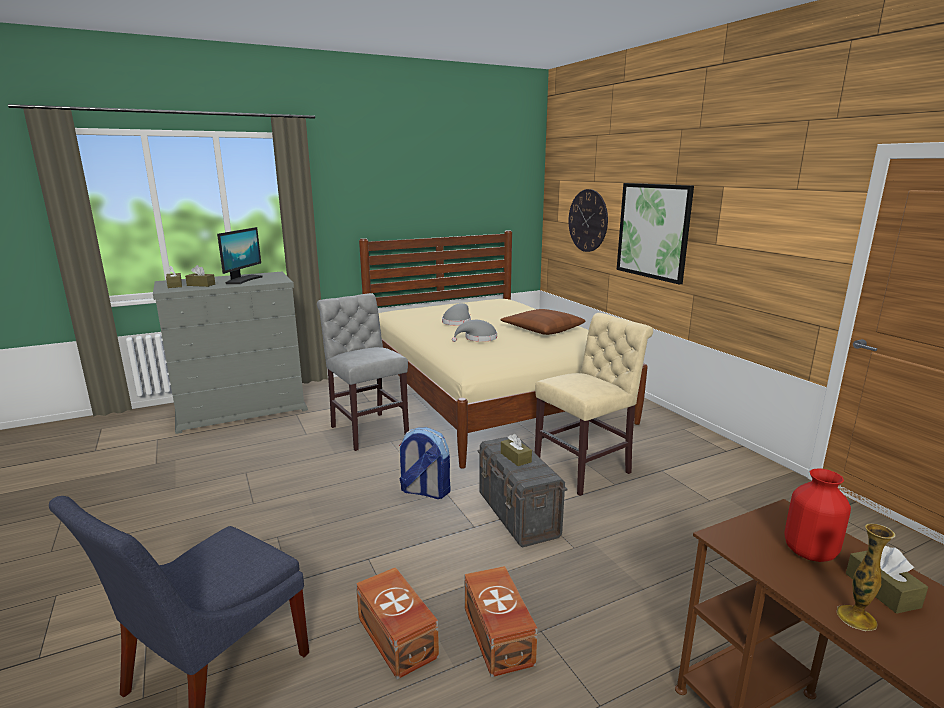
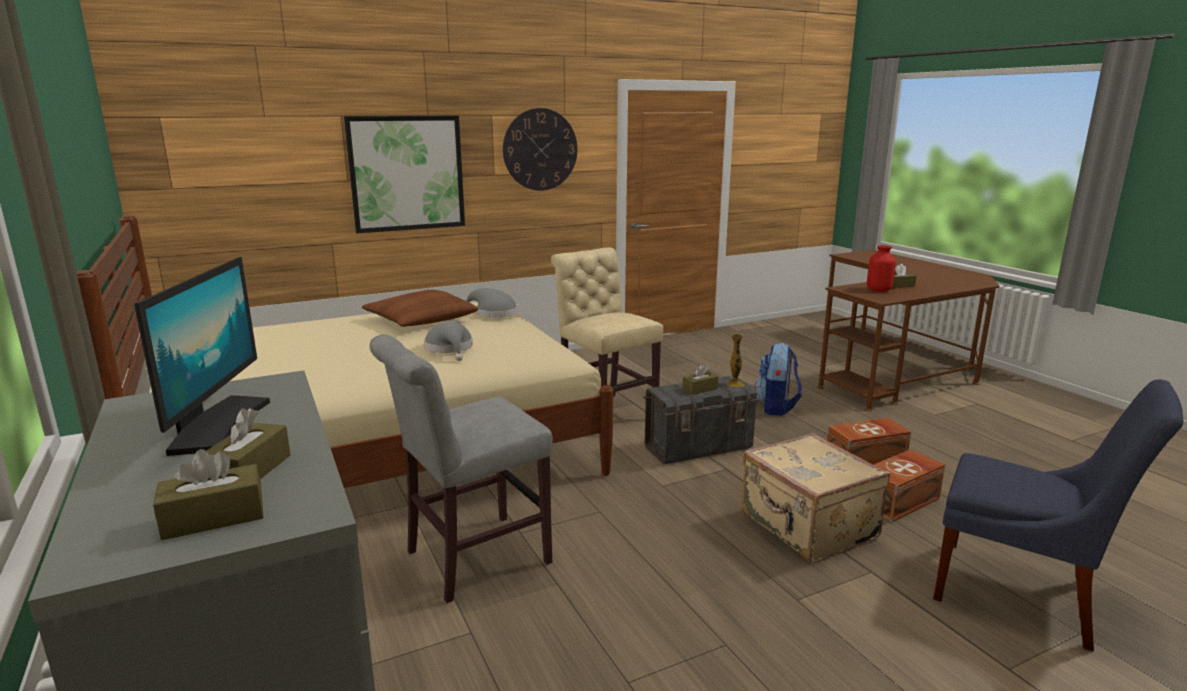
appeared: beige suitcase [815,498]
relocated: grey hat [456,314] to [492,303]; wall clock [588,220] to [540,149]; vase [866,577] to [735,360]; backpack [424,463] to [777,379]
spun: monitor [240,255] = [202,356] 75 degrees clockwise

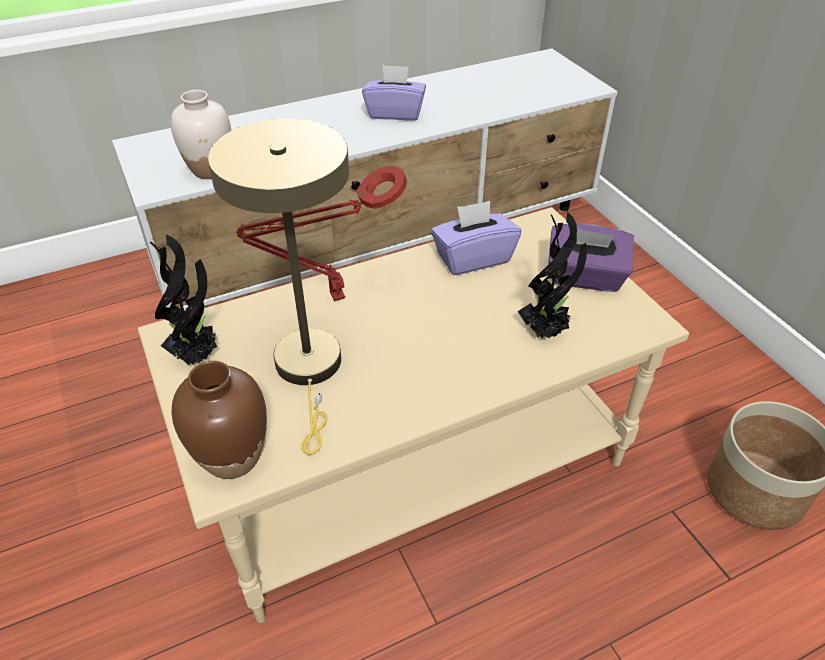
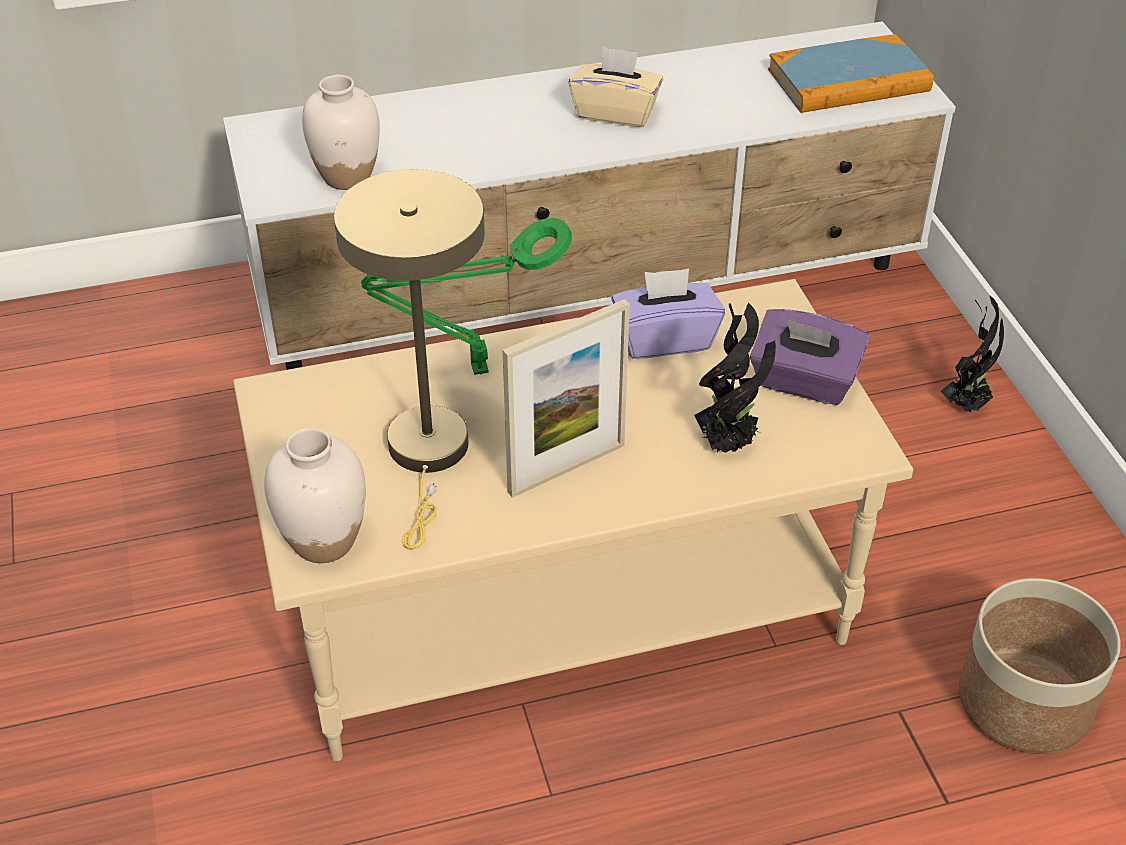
appeared: picture frame [566,398]; book [851,73]
relocated: potted plant [185,300] to [972,353]
colour: brown vase [219,420] to white vase [315,495]; red table lamp [321,233] to green table lamp [466,296]; purple tissue box [394,93] to beige tissue box [616,86]

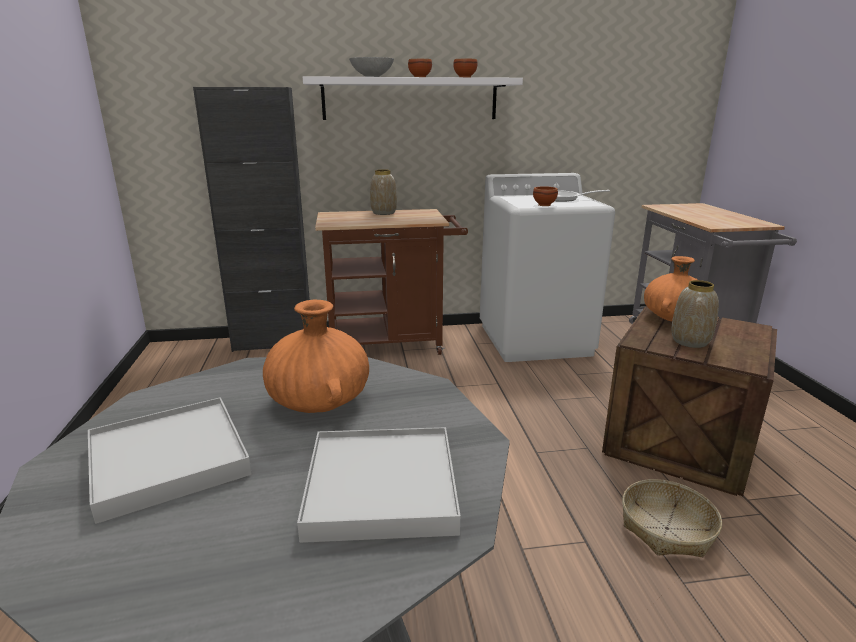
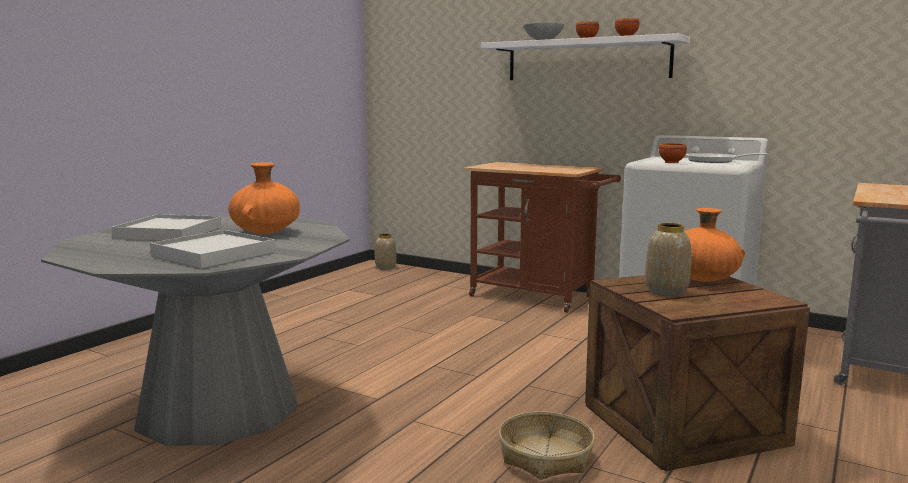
missing: black cabinet [251,219]
relocated: vase [383,192] to [385,252]

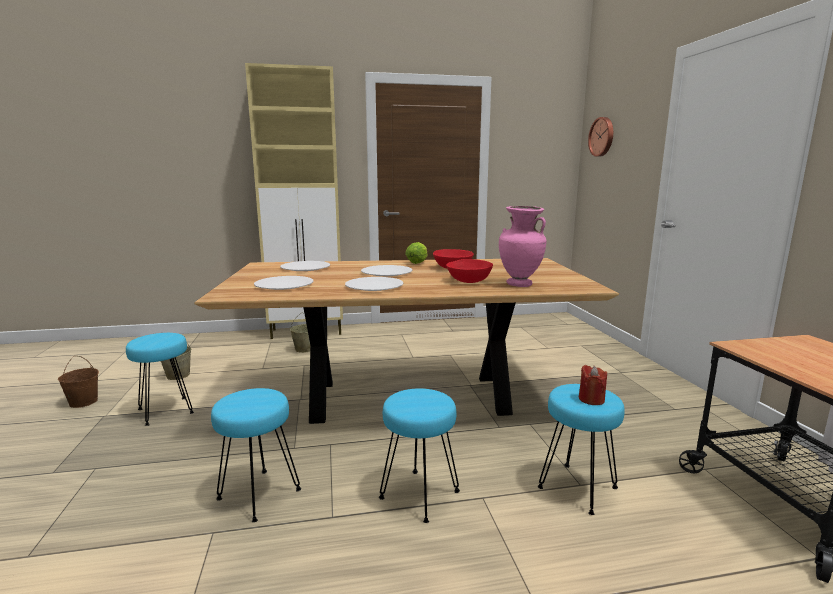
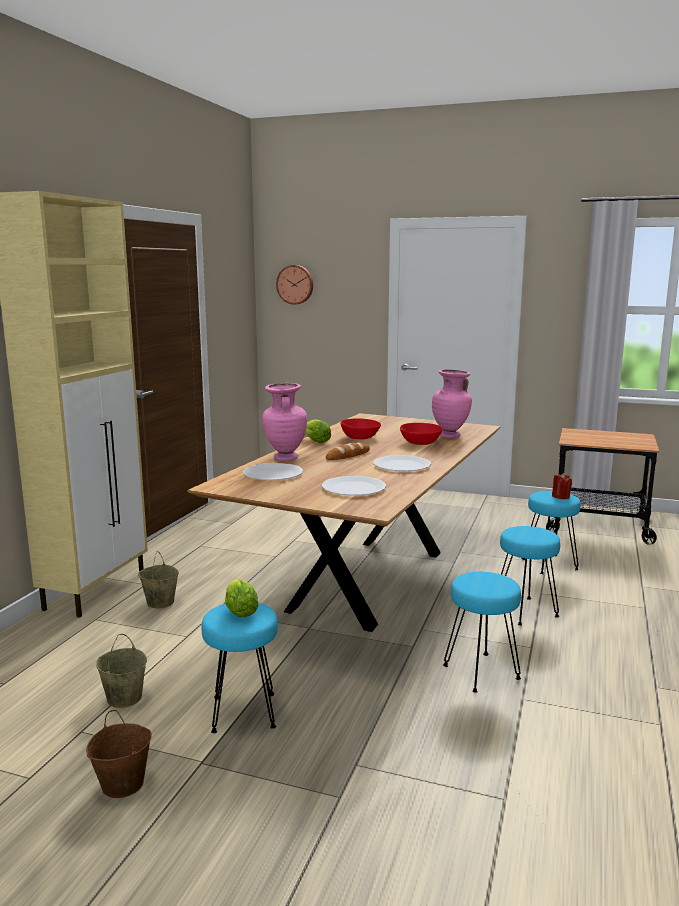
appeared: lettuce [242,597]; pink vase [284,422]
exchanged: white plate [386,270] to bread [348,451]

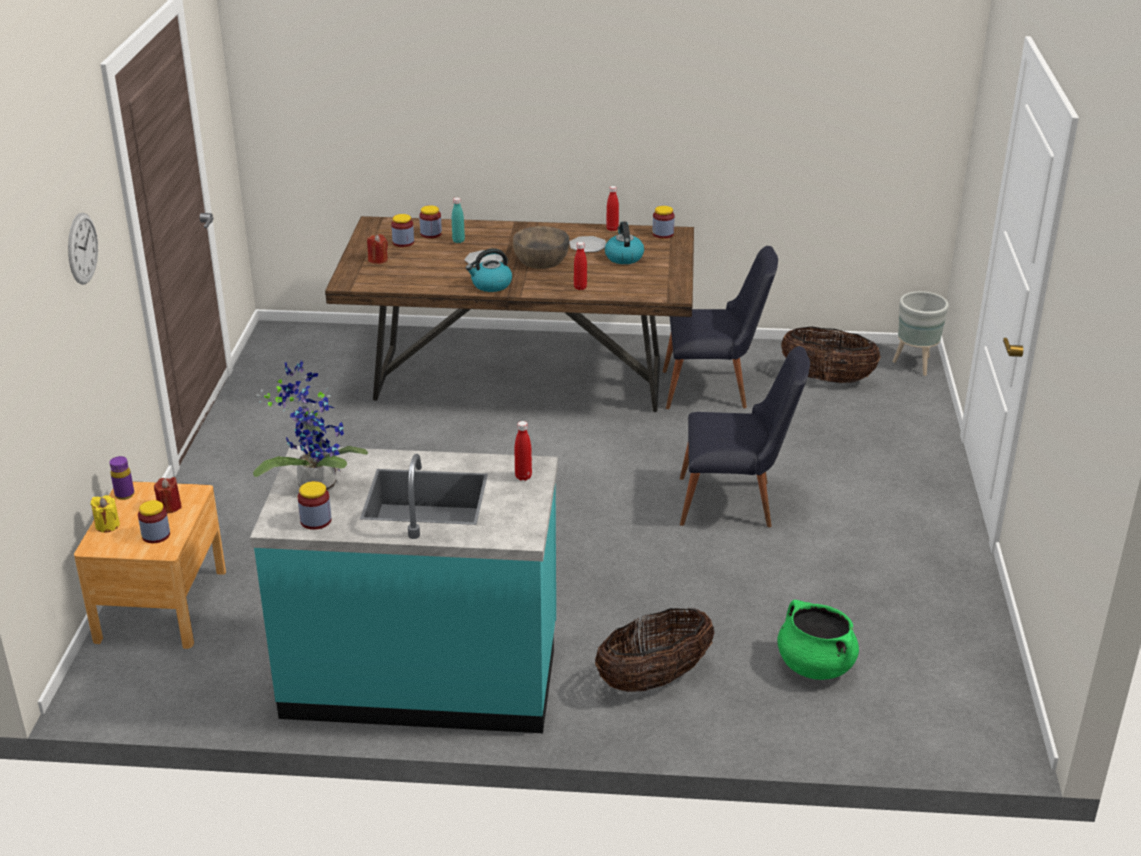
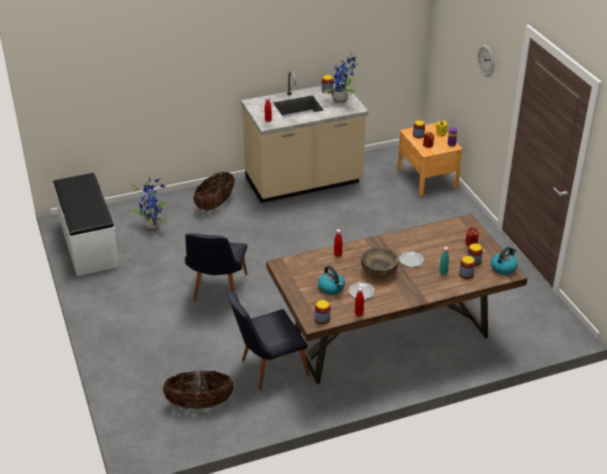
missing: grey planter [920,333]
appeared: white bench [86,224]
relocated: kettle [489,270] to [504,261]
exchanged: green cooking pot [818,640] to potted plant [147,204]
colour: turquoise counter [404,589] to beige counter [304,137]
spun: black chair [745,436] = [216,267] 60 degrees counterclockwise

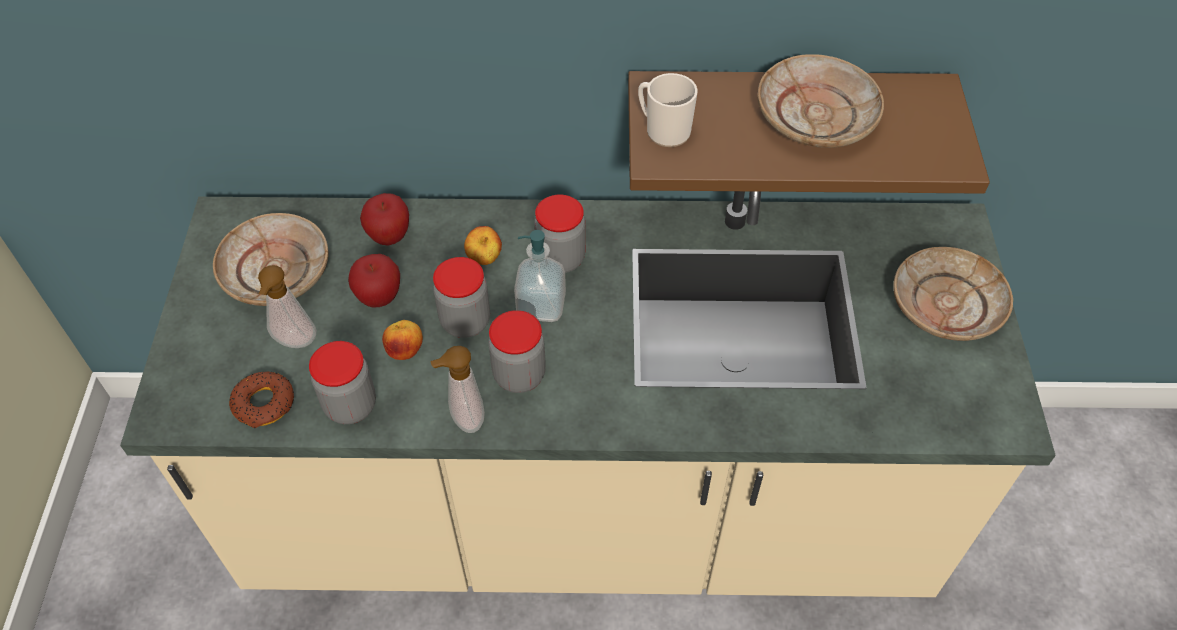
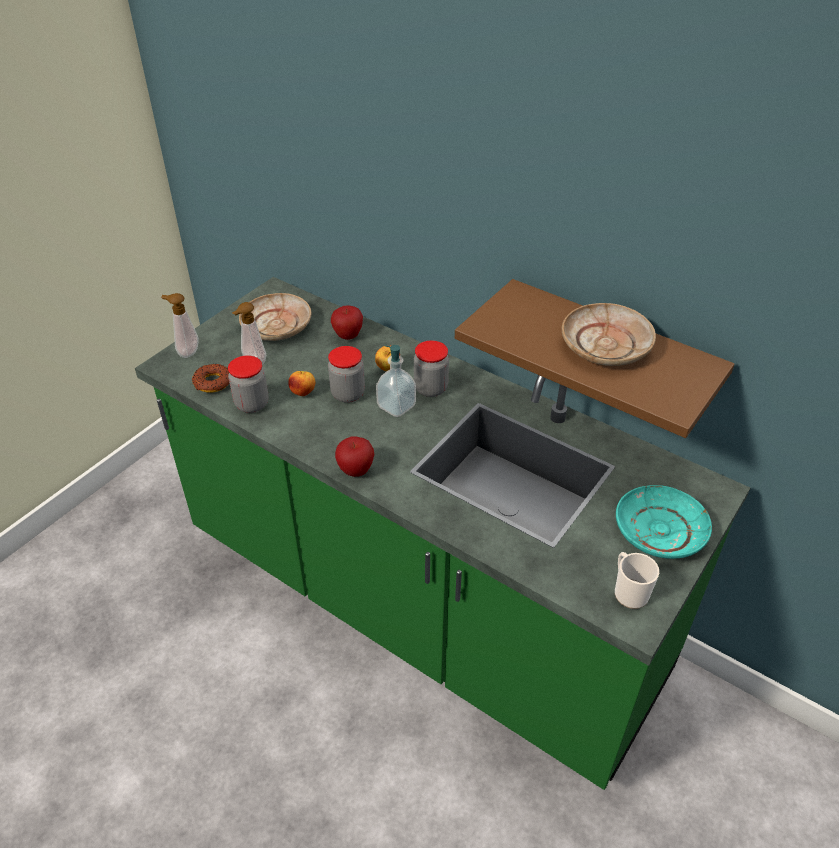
missing: jar [517,351]
relocated: soap dispenser [457,389] to [180,325]; apple [374,281] to [354,457]; mug [667,110] to [637,580]
colour: beige counter [588,394] to green counter [442,533]; beige plate [953,294] to turquoise plate [664,522]

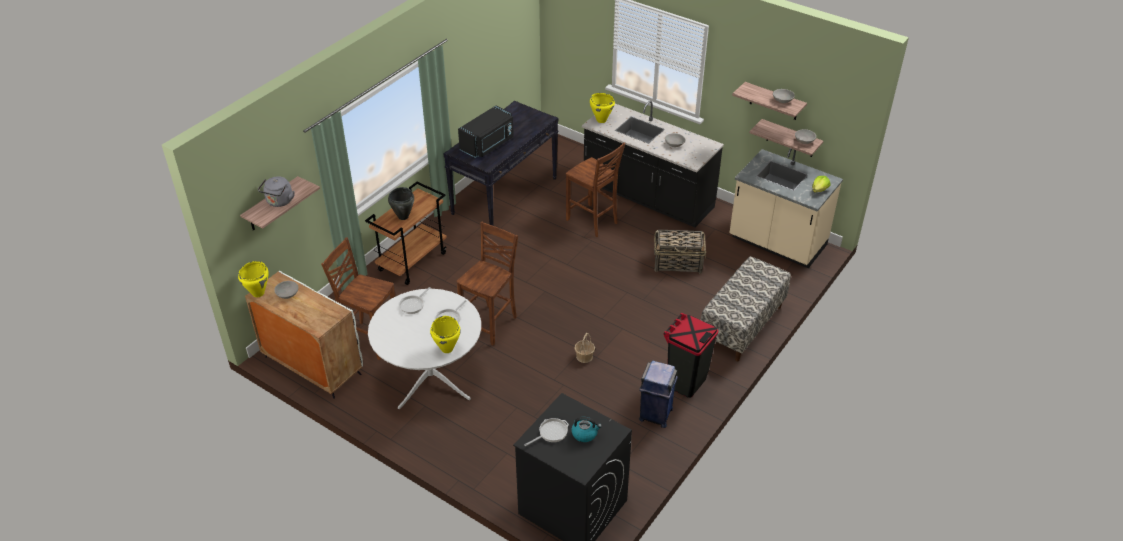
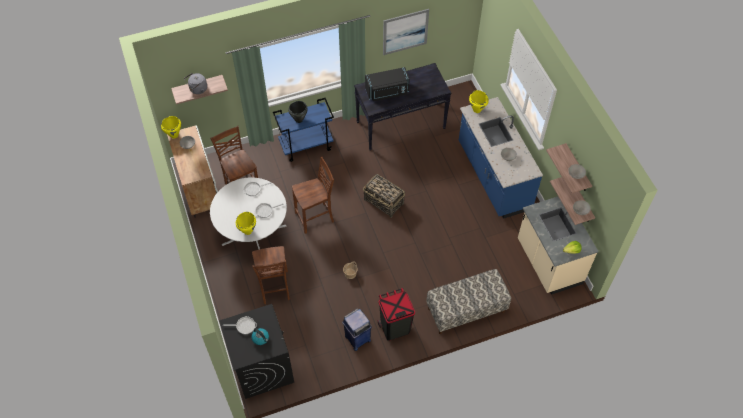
appeared: picture [406,32]
relocated: brown chair [595,189] to [271,275]; basket [680,252] to [384,196]
colour: brown cart [406,233] to blue cart [303,130]; black counter [653,164] to blue counter [501,158]

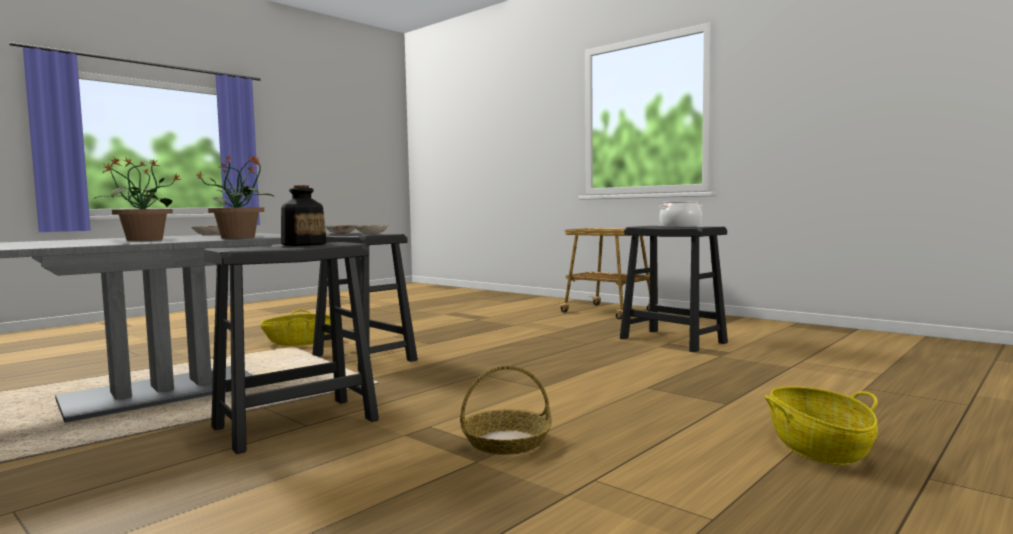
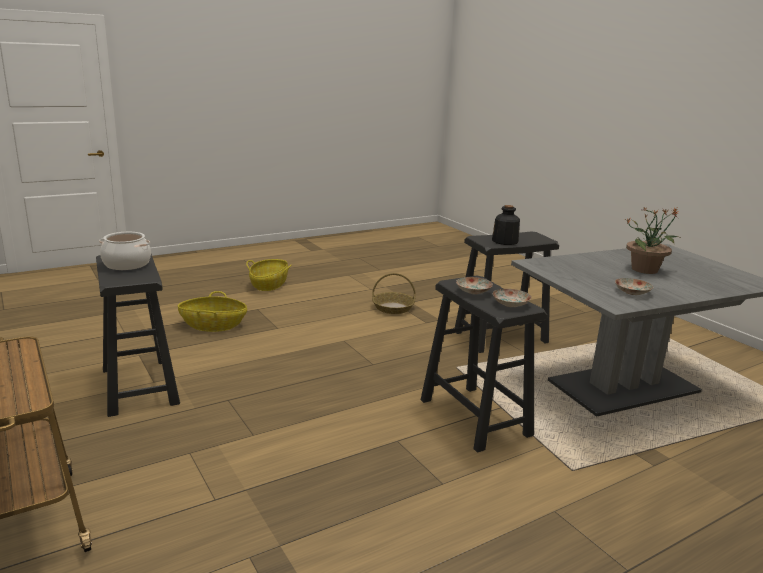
missing: potted plant [236,197]
relocated: basket [296,328] to [212,311]

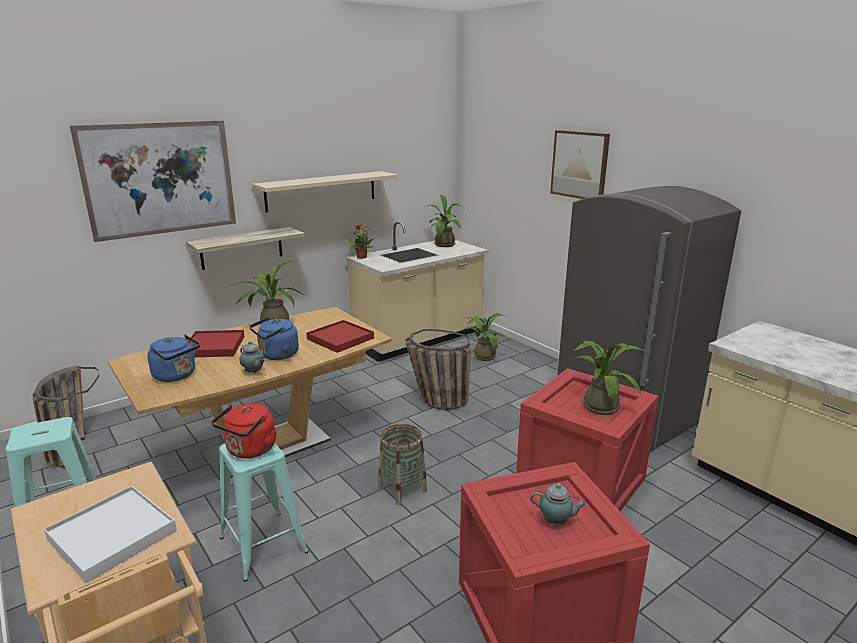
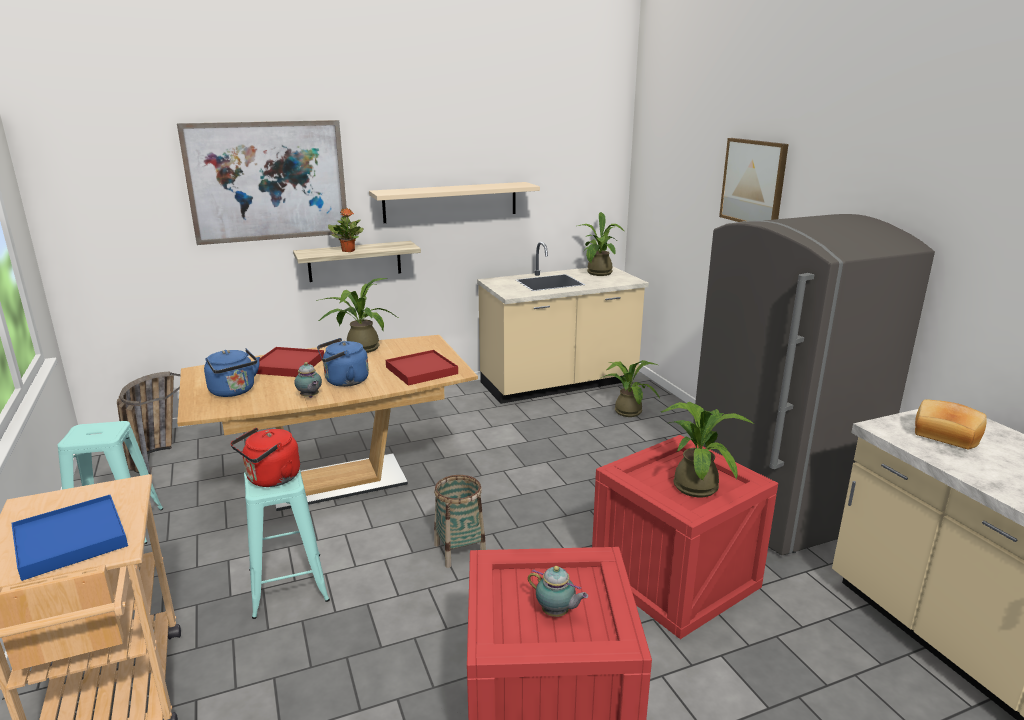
missing: basket [438,369]
appeared: bread [951,424]
relocated: potted plant [359,241] to [346,230]
colour: white tray [110,534] to blue tray [69,538]

